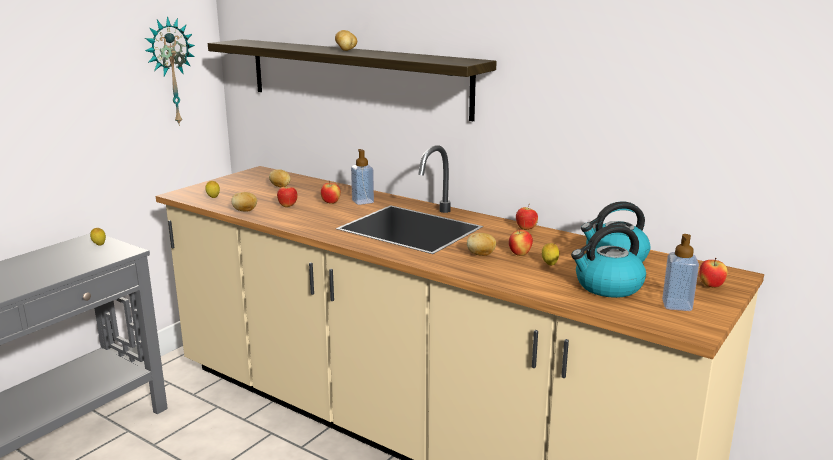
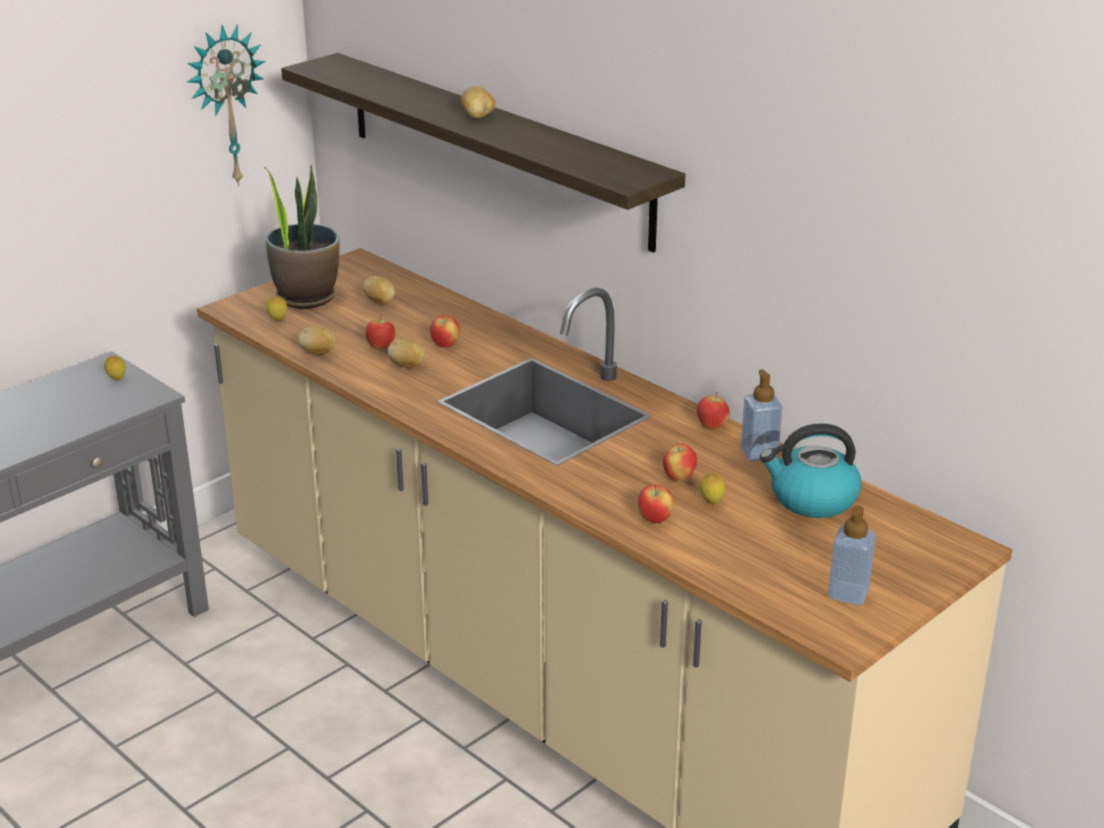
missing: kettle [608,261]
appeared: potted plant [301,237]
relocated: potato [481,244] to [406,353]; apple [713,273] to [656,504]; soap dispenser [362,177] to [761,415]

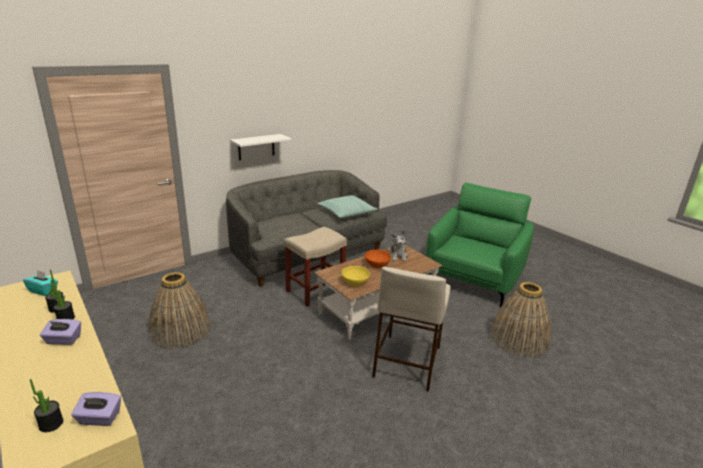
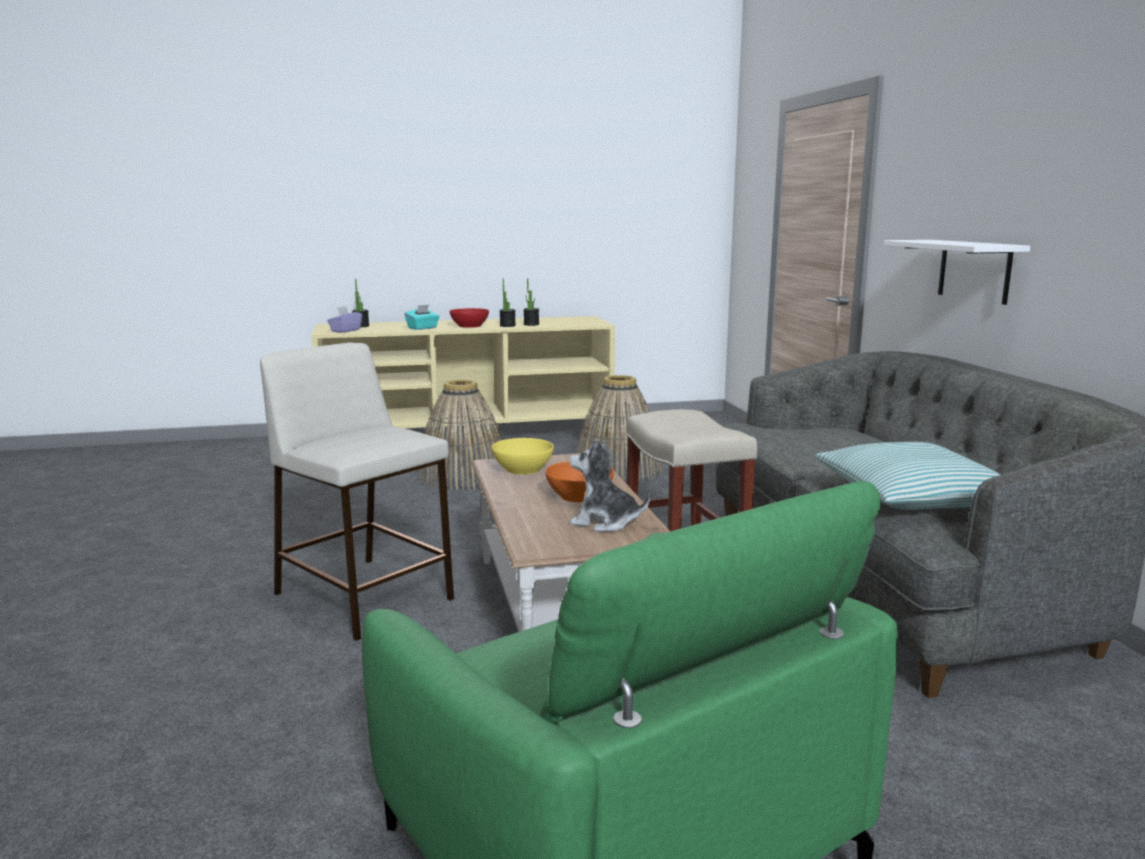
relocated: turquoise tissue box [40,283] to [422,317]; basket [520,320] to [460,435]
exchanged: purple tissue box [60,332] to red bowl [469,318]

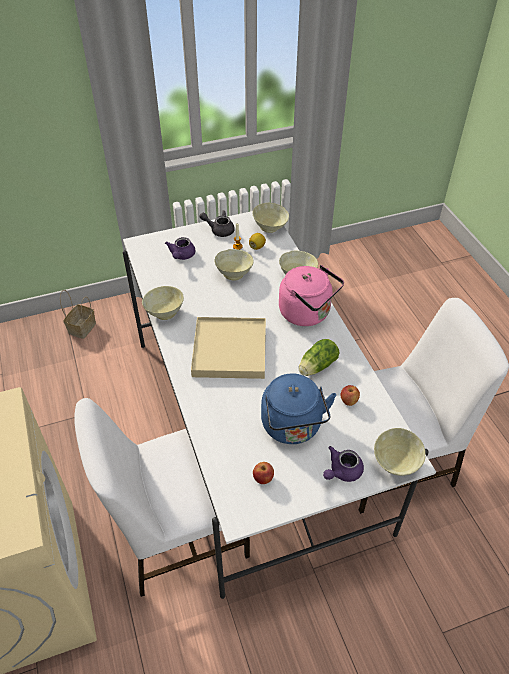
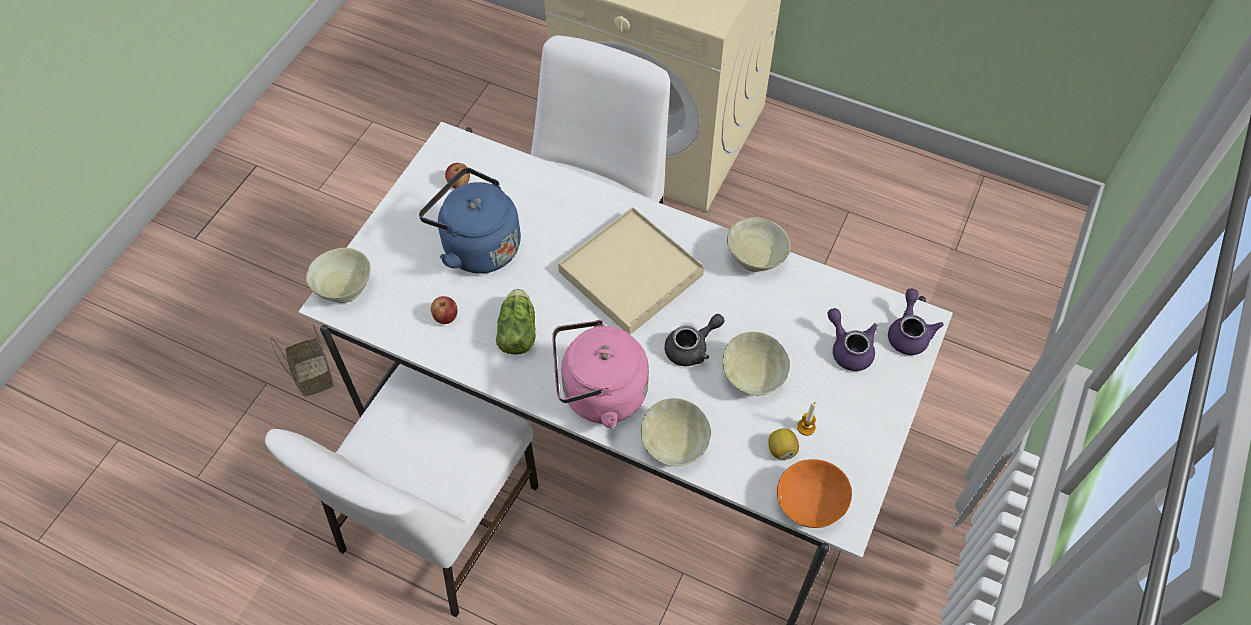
relocated: basket [78,314] to [302,360]; grey teapot [217,223] to [694,340]; purple teapot [343,464] to [916,321]
colour: beige bowl [270,218] to orange bowl [814,493]

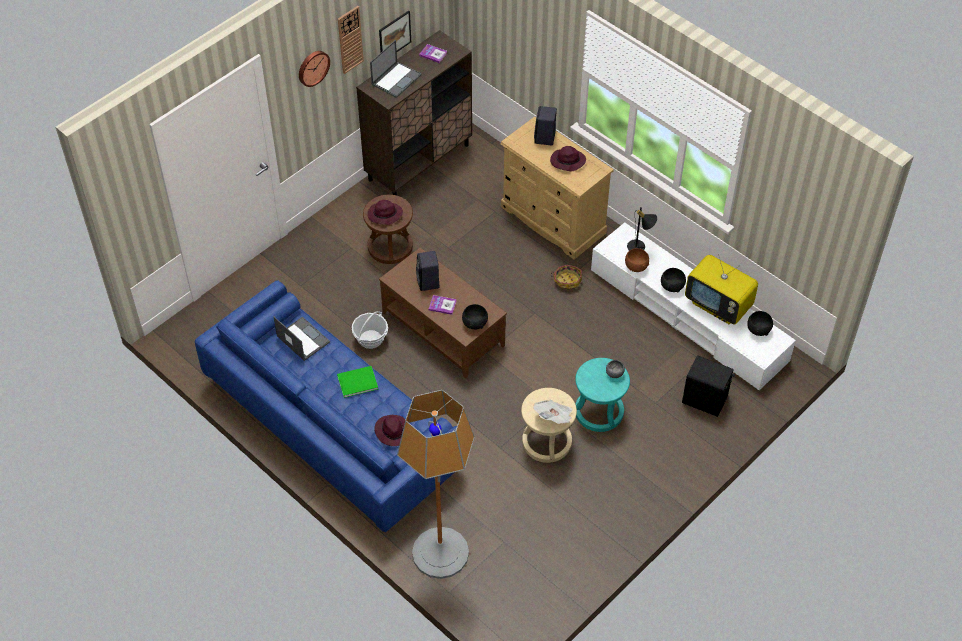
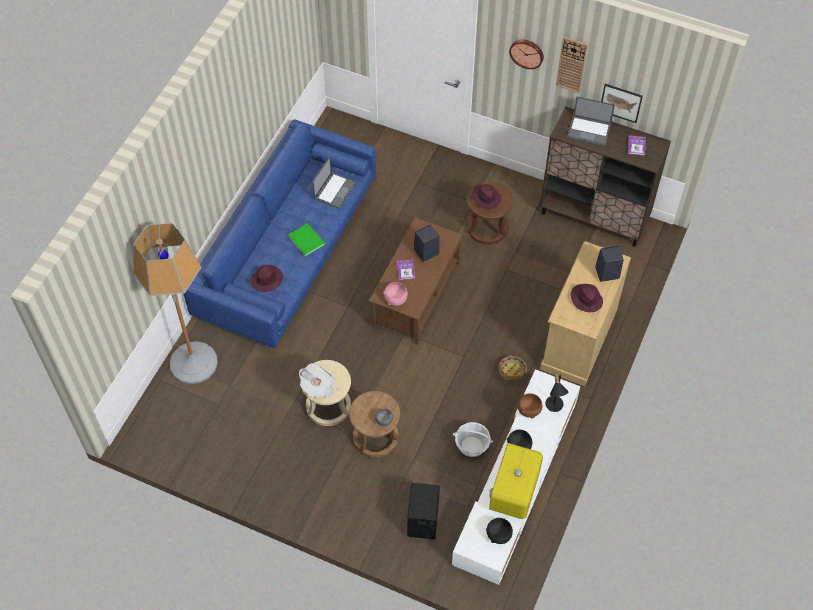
relocated: basket [370,330] to [473,439]
colour: turquoise stool [602,395] to brown stool [374,424]; black bowl [475,316] to pink bowl [395,294]

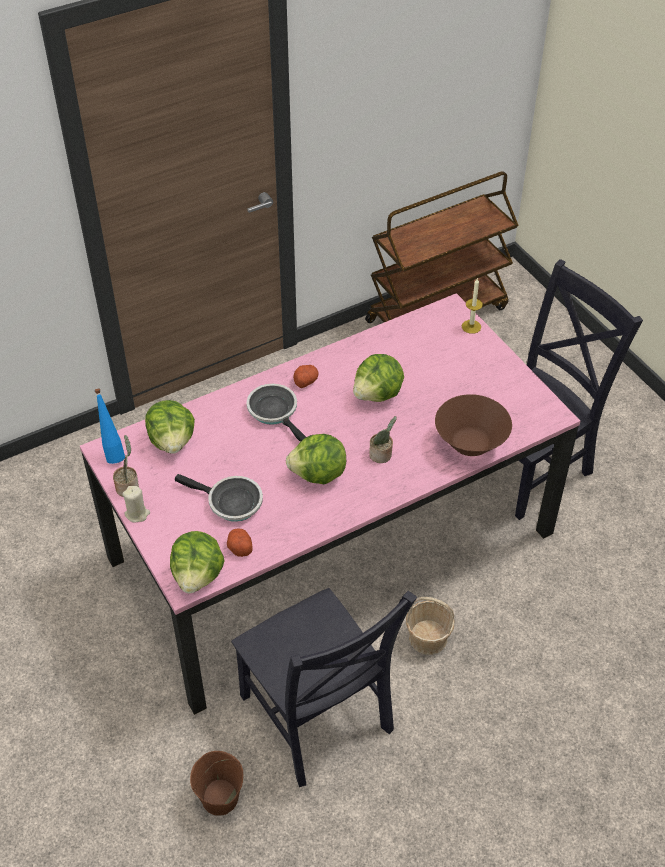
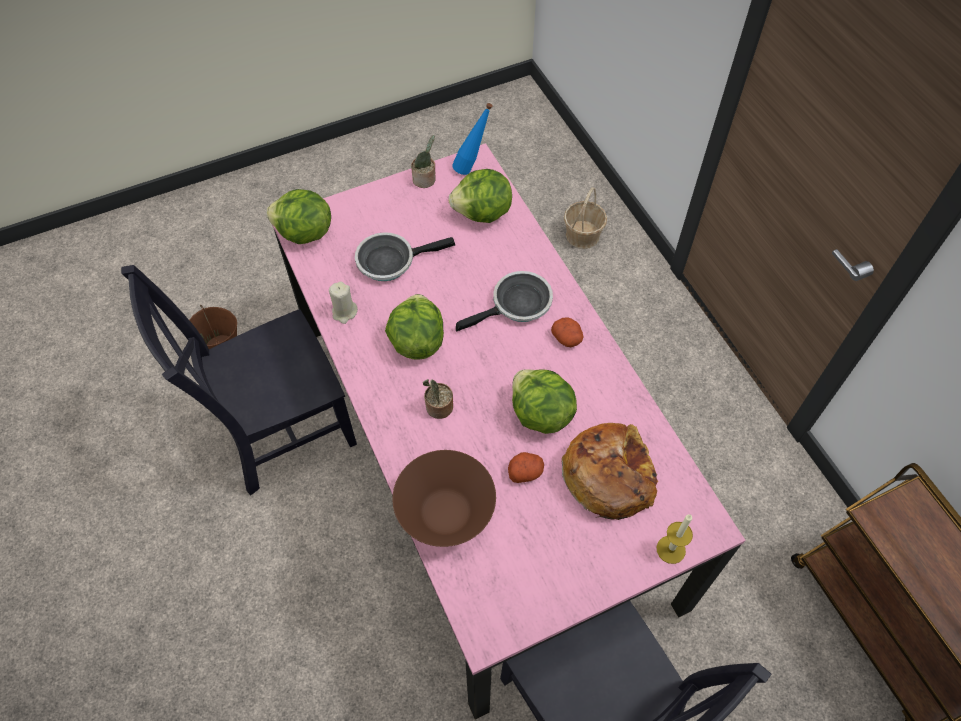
appeared: bread [609,471]
relocated: beige candle [136,504] to [343,302]; potato [240,543] to [526,467]; basket [430,626] to [585,218]
spun: frying pan [219,498] = [405,256] 45 degrees clockwise

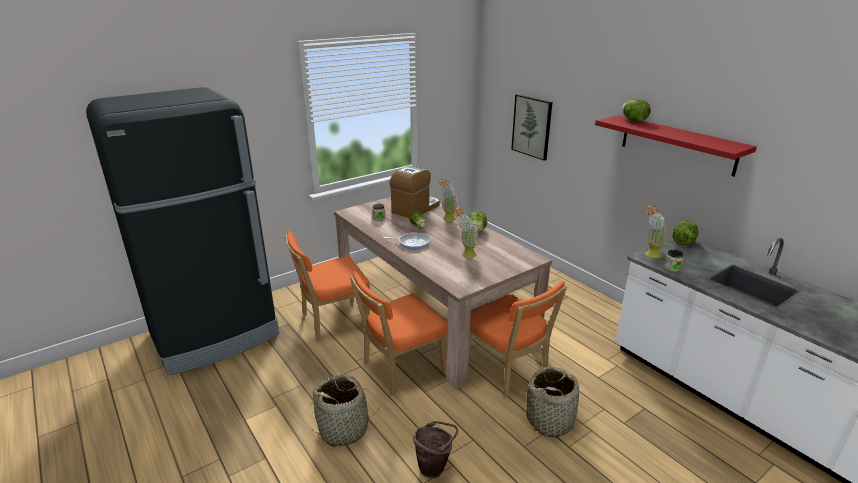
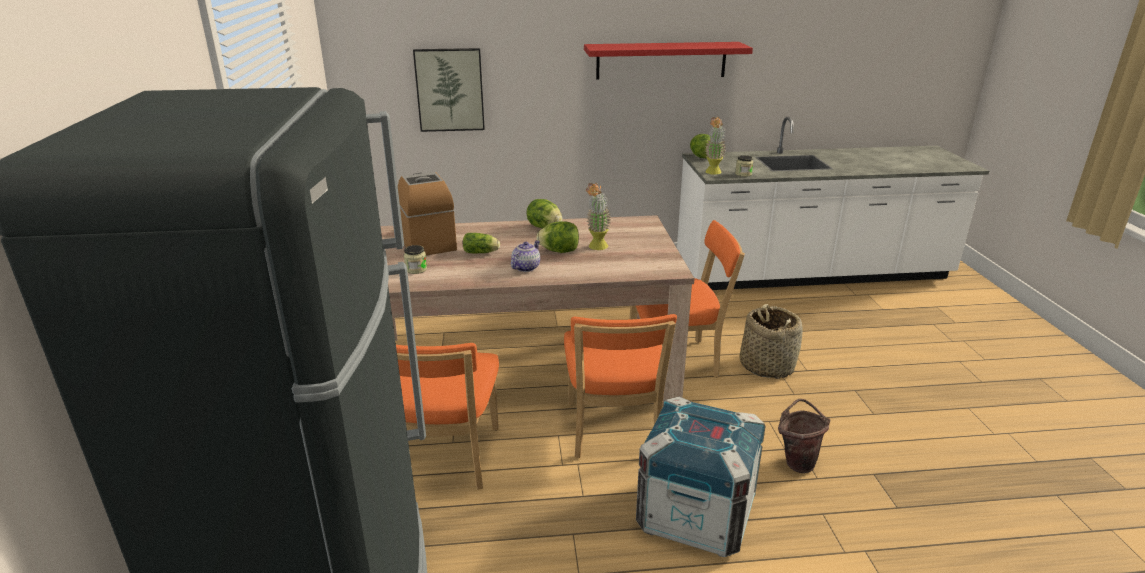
missing: potted plant [448,200]
relocated: lettuce [636,110] to [557,237]
exchanged: frying pan [406,241] to teapot [525,256]; basket [345,410] to crate [701,477]

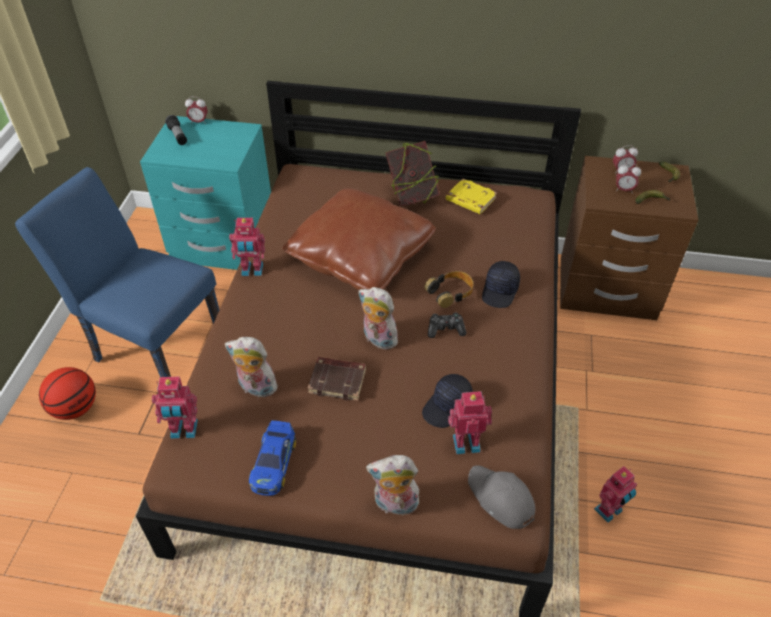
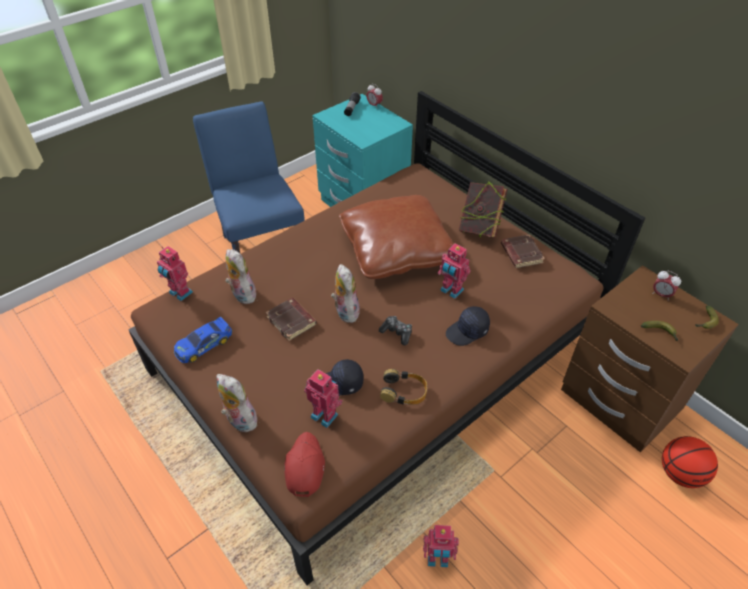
missing: alarm clock [628,178]
relocated: headphones [448,289] to [403,386]; toy robot [247,247] to [454,271]; basketball [67,393] to [690,462]
colour: grey cap [501,497] to red cap [304,464]; yellow book [471,196] to brown book [523,251]

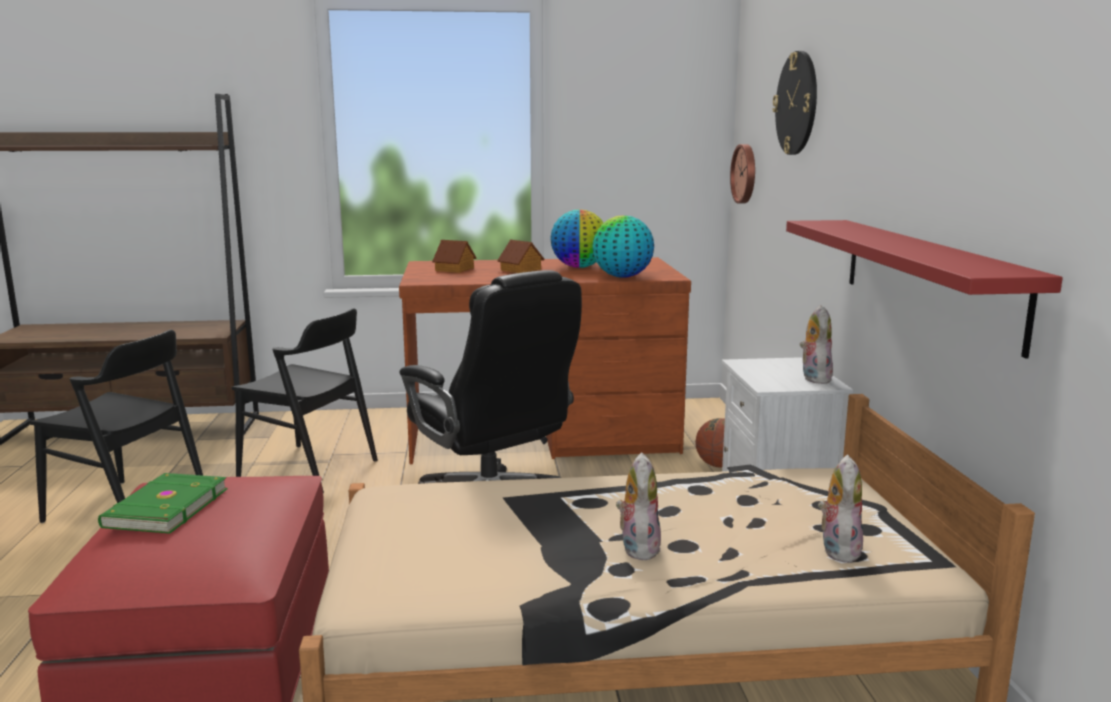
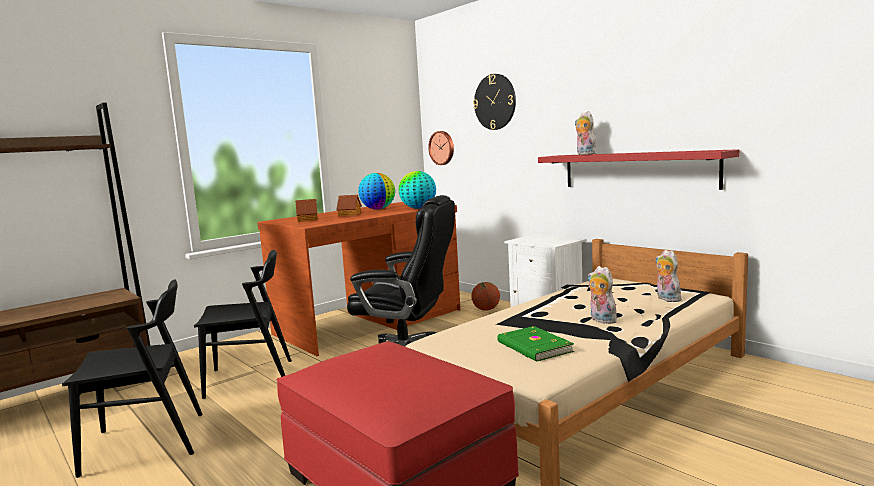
relocated: green book [162,503] to [535,344]; plush toy [816,344] to [586,133]

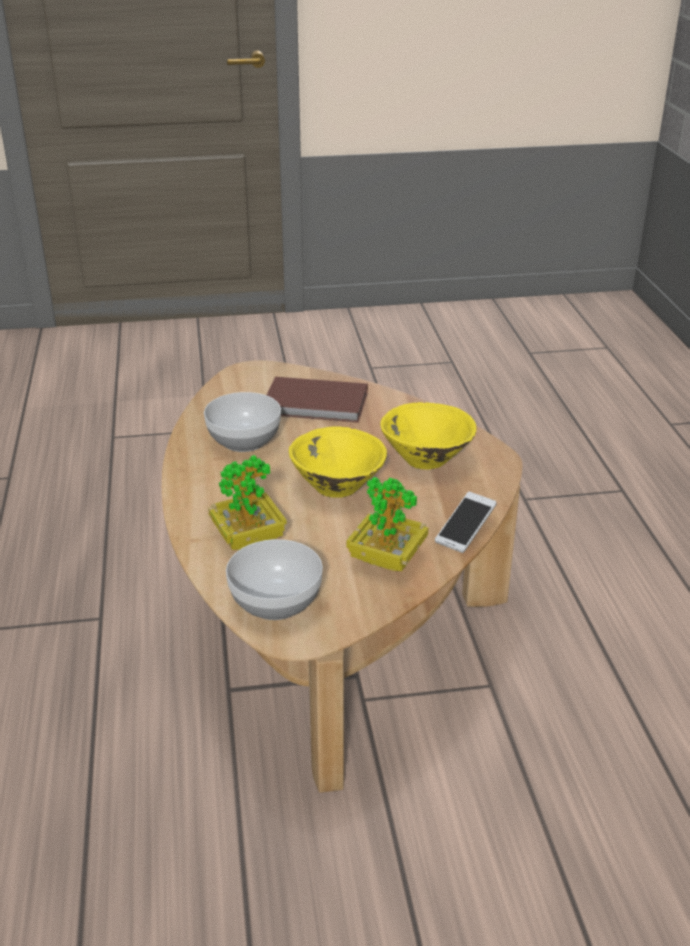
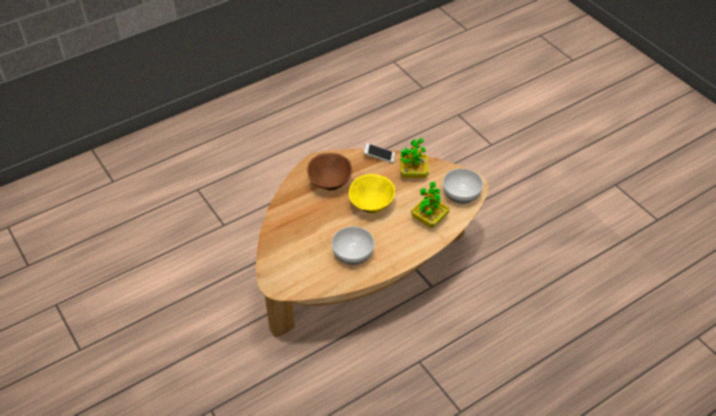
missing: brown book [317,400]
colour: yellow bowl [428,435] to brown bowl [329,172]

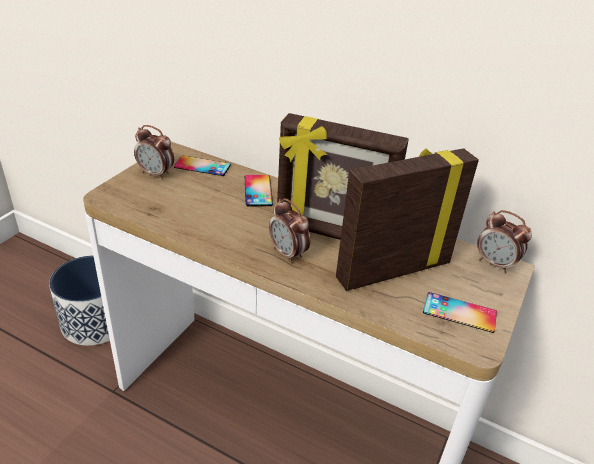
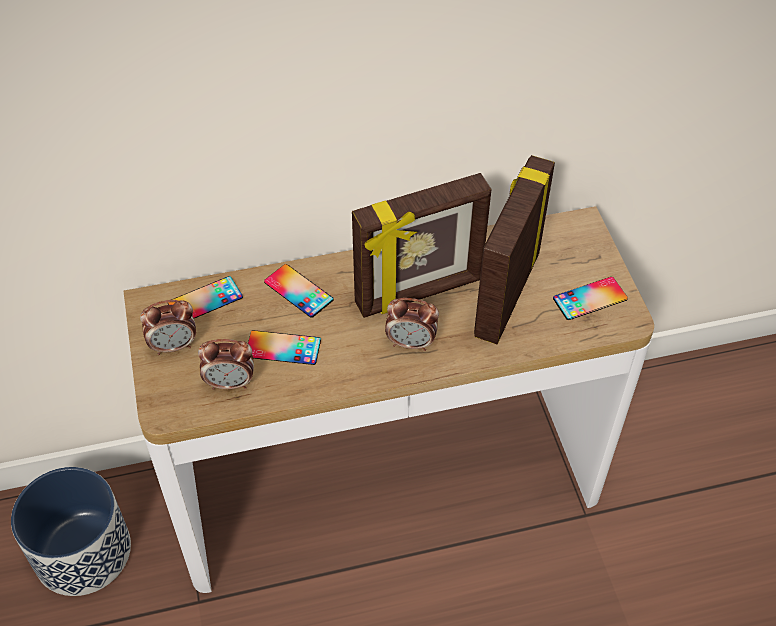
appeared: phone [284,347]
relocated: alarm clock [504,241] to [226,364]

